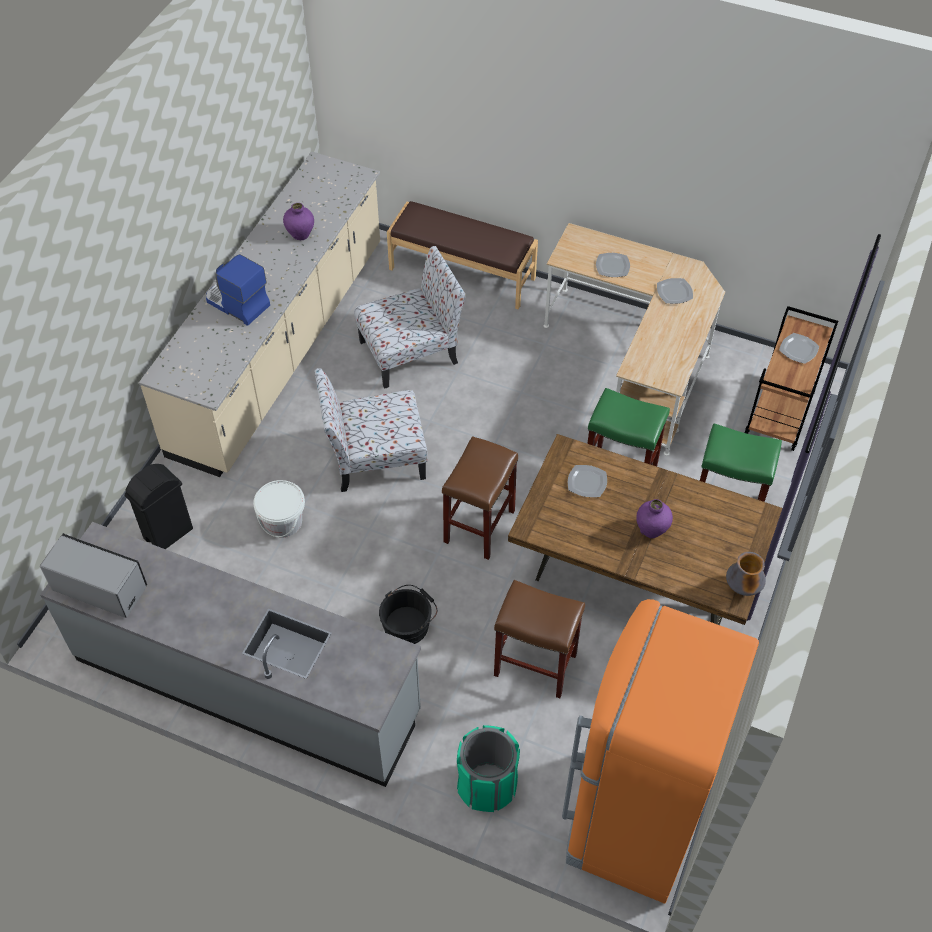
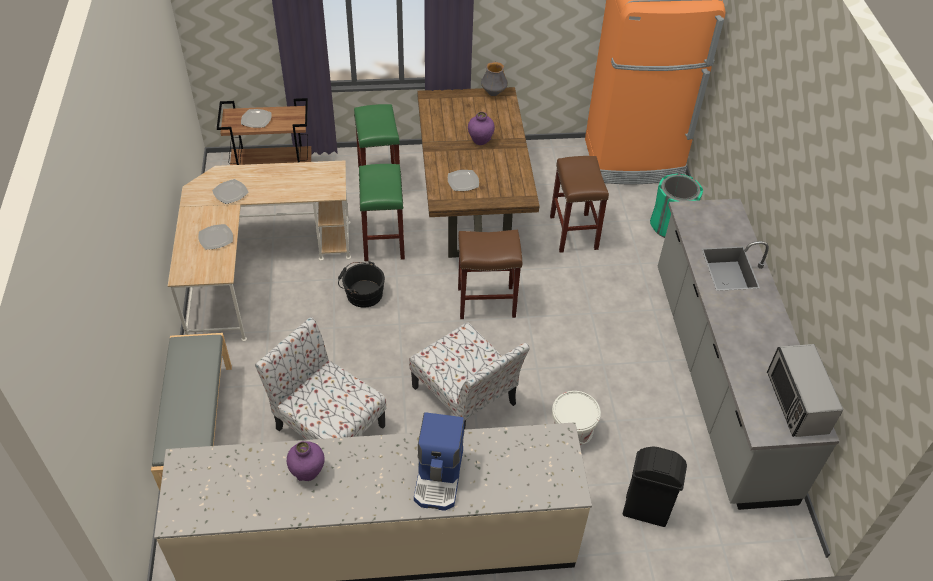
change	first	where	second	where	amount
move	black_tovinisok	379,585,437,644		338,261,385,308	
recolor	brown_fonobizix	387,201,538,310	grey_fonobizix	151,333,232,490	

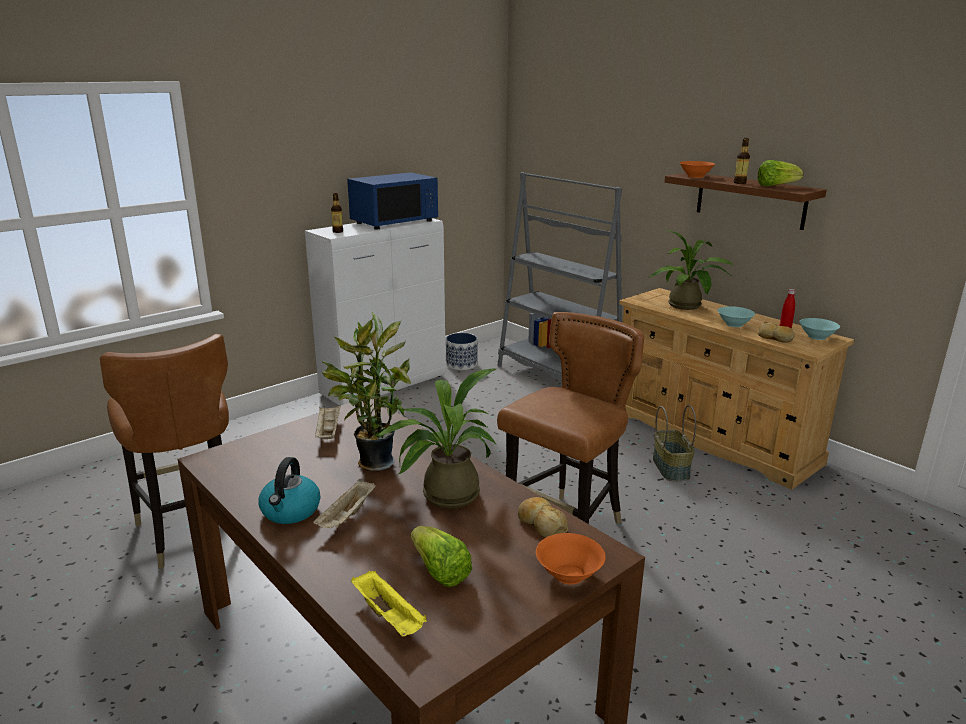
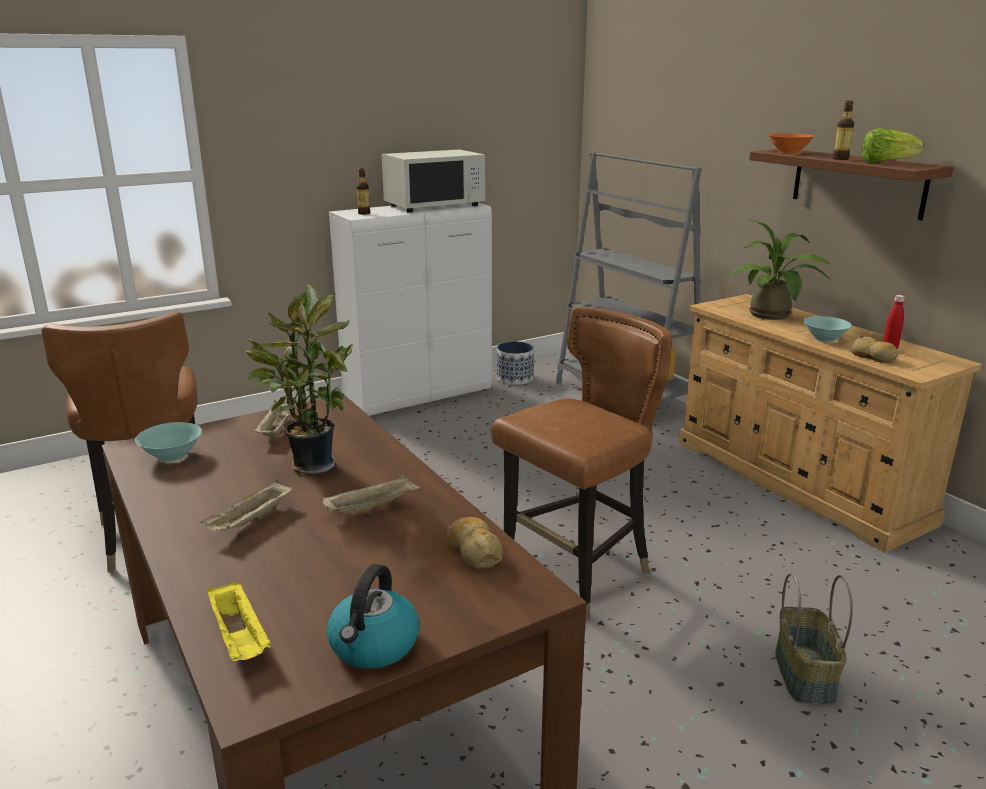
change	first	where	second	where	amount
delete	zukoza	411,526,472,587			
delete	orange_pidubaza	536,533,605,585			
move	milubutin	259,457,320,524		327,564,419,669	
move	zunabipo	653,405,696,481		775,573,853,705	
move	turquoise_pidubaza	799,318,840,340		135,422,202,462	
replace	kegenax	376,369,496,508	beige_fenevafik	322,474,420,516	
recolor	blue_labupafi	347,172,438,230	white_labupafi	381,149,485,213	

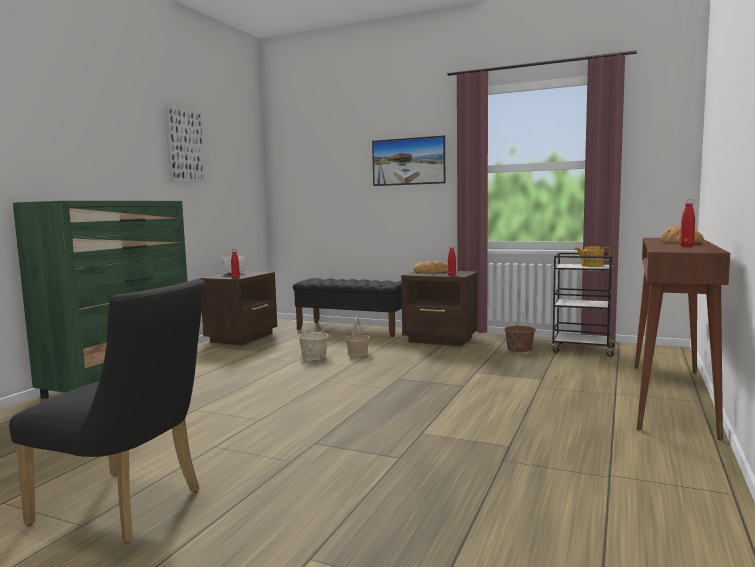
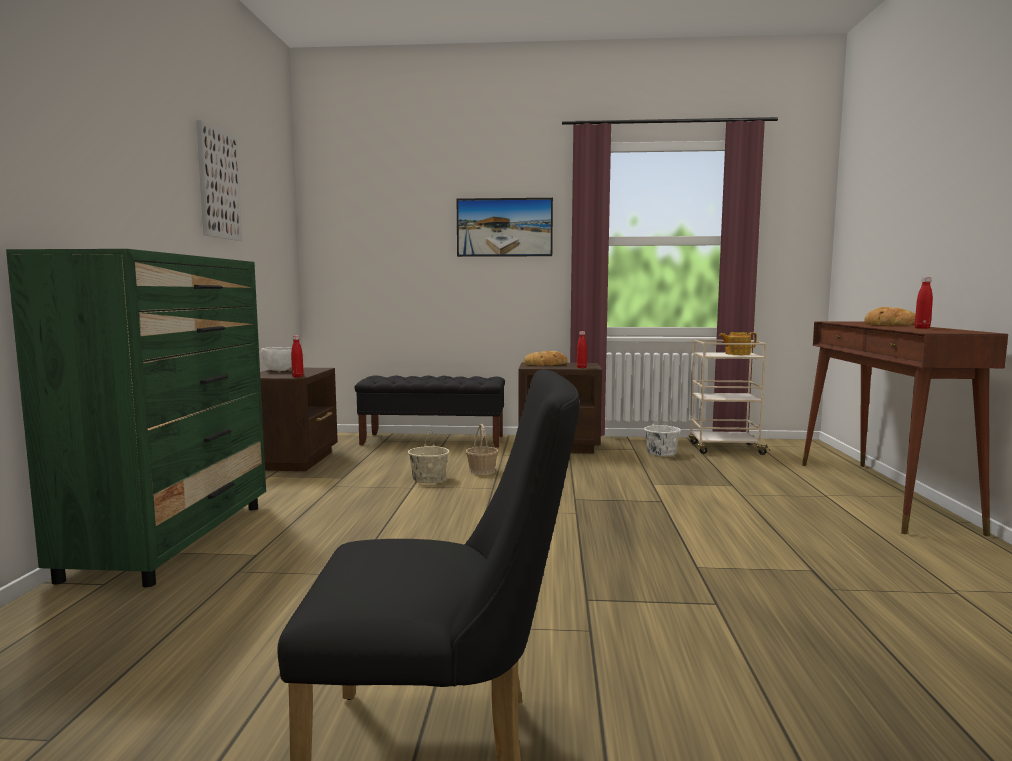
change	first	where	second	where	amount
recolor	brown_tovinisok	504,313,536,352	white_tovinisok	644,410,681,456	
recolor	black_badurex	551,253,618,357	beige_badurex	688,340,770,455	

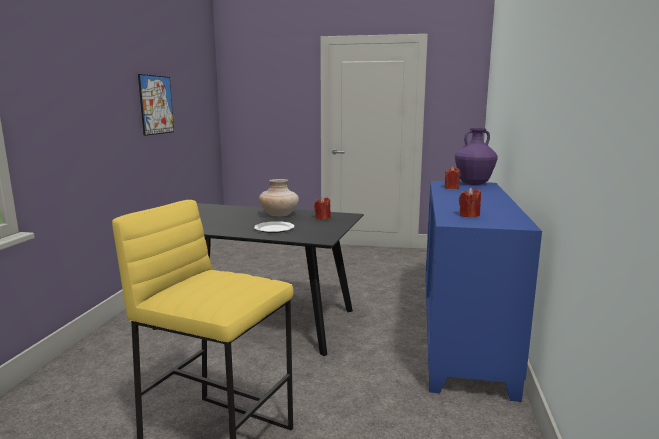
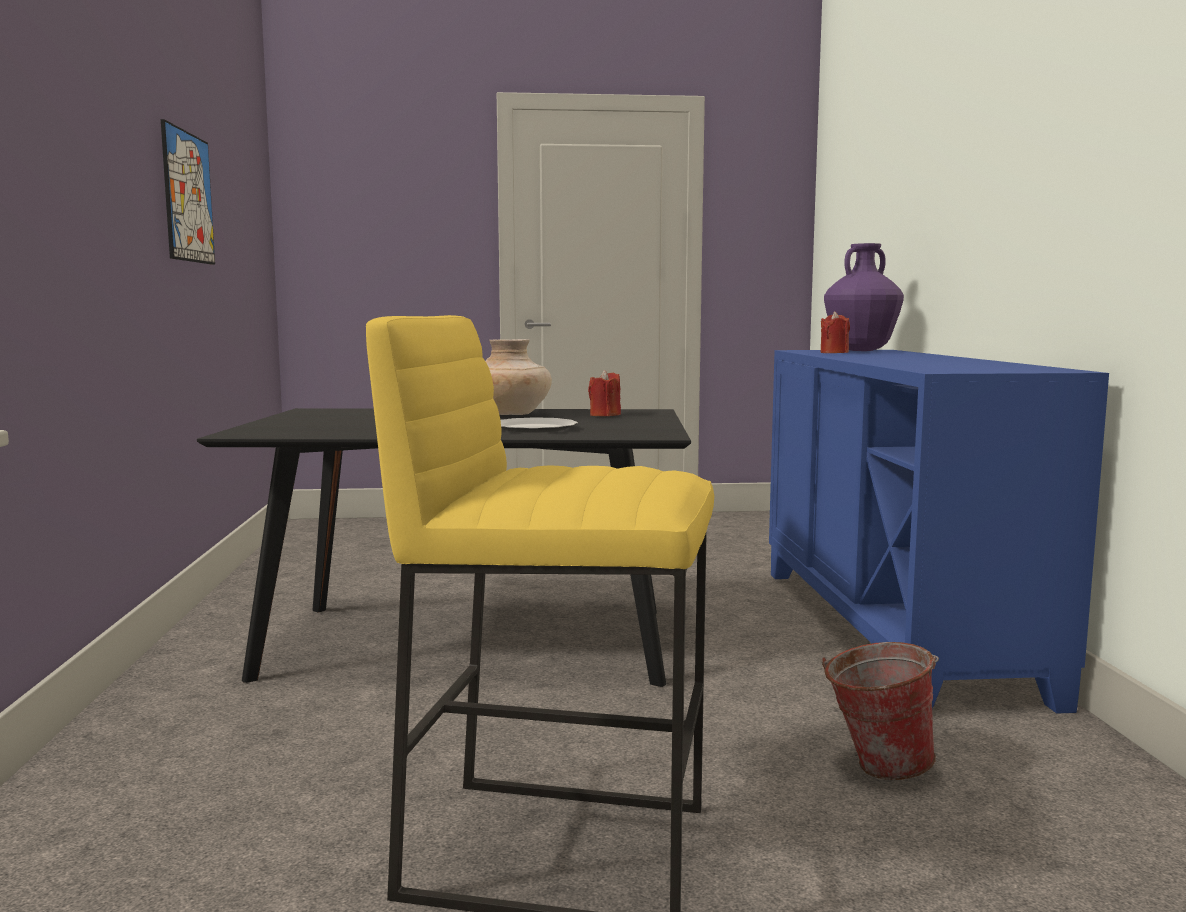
change	first	where	second	where	amount
delete	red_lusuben	459,188,481,217			
insert			tovinisok	822,642,939,780	

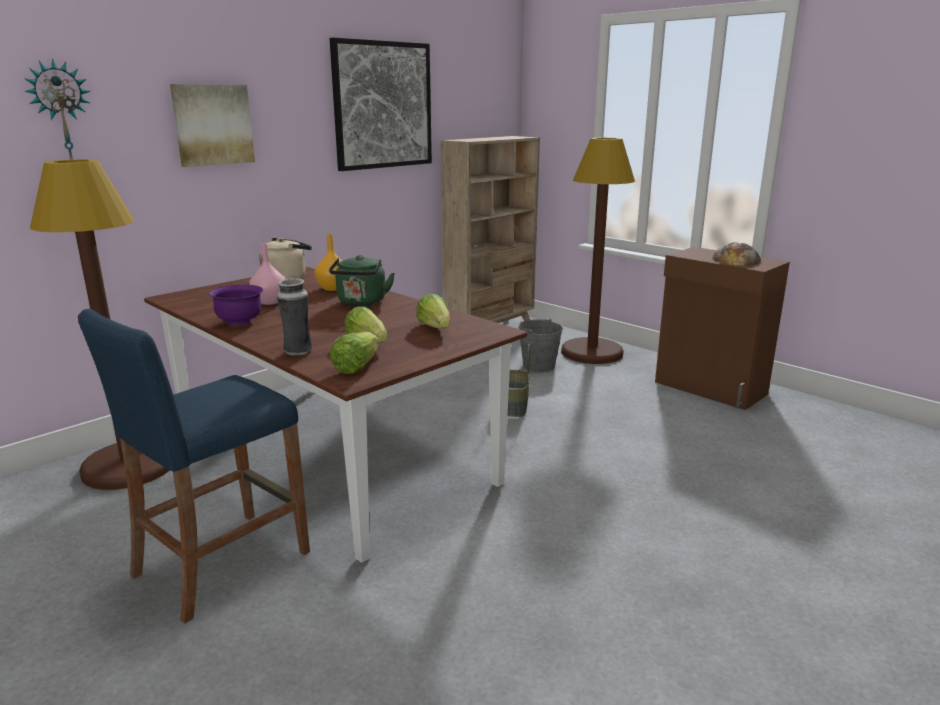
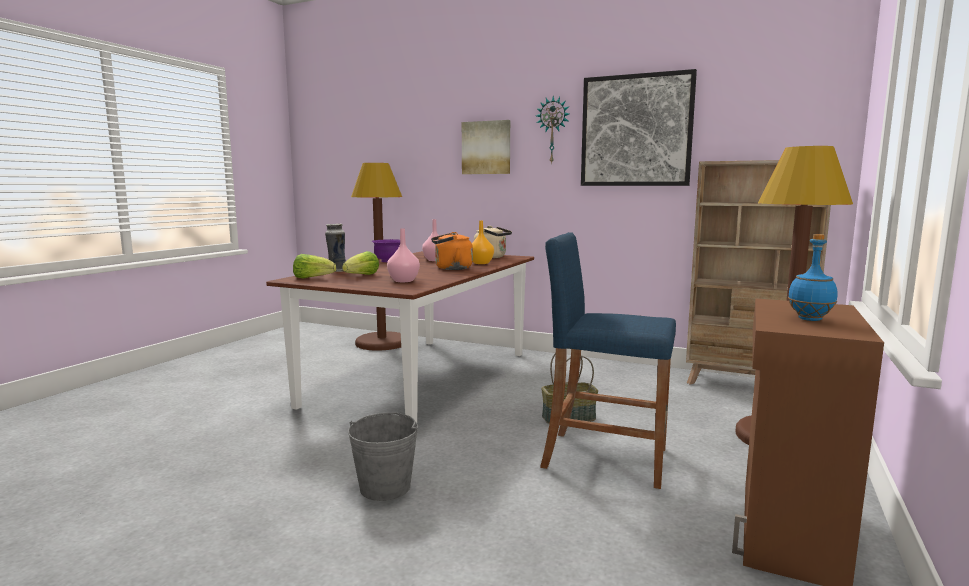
change	first	where	second	where	amount
move	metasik	24,58,91,160		536,96,569,164	
move	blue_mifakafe	78,309,310,624		540,232,676,489	
move	grey_tovinisok	518,319,563,371		348,412,418,501	
replace	zukoza	416,294,450,329	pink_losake	387,228,420,282	
replace	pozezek	712,242,761,266	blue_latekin	788,234,838,321	
recolor	green_milubutin	329,255,395,306	orange_milubutin	431,232,473,270	

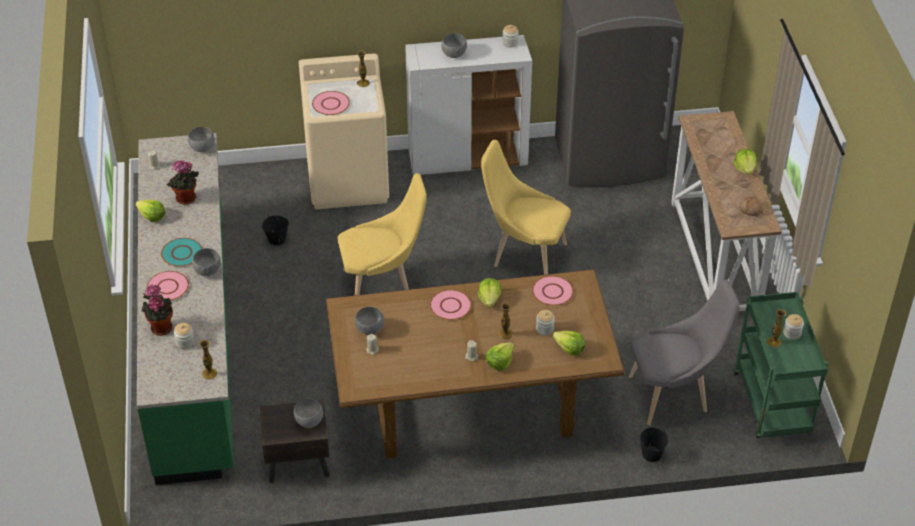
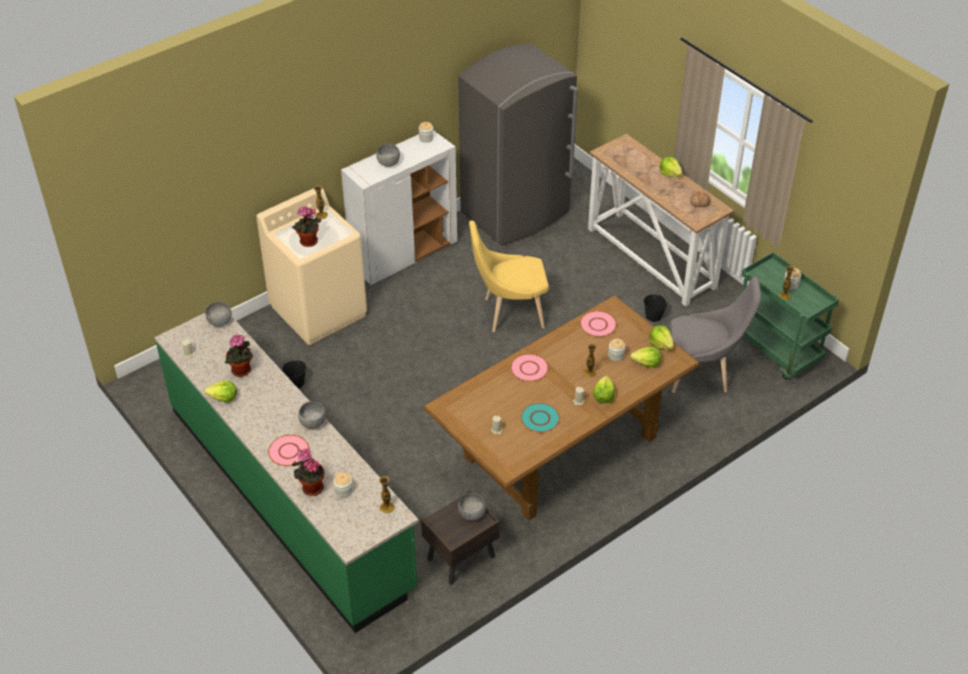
change	first	where	second	where	amount
delete	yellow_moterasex	338,173,427,295			
delete	grey_pidubaza	355,307,384,335			
move	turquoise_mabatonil	161,238,202,267		521,403,560,432	
move	zukoza	478,278,501,307		649,325,674,350	
move	black_tovinisok	640,427,668,462		644,291,667,322	
replace	pink_mabatonil	312,91,350,115	kegenax	292,206,321,247	
rotate	grey_moterasex	629,279,740,425		670,277,761,393	45 degrees clockwise

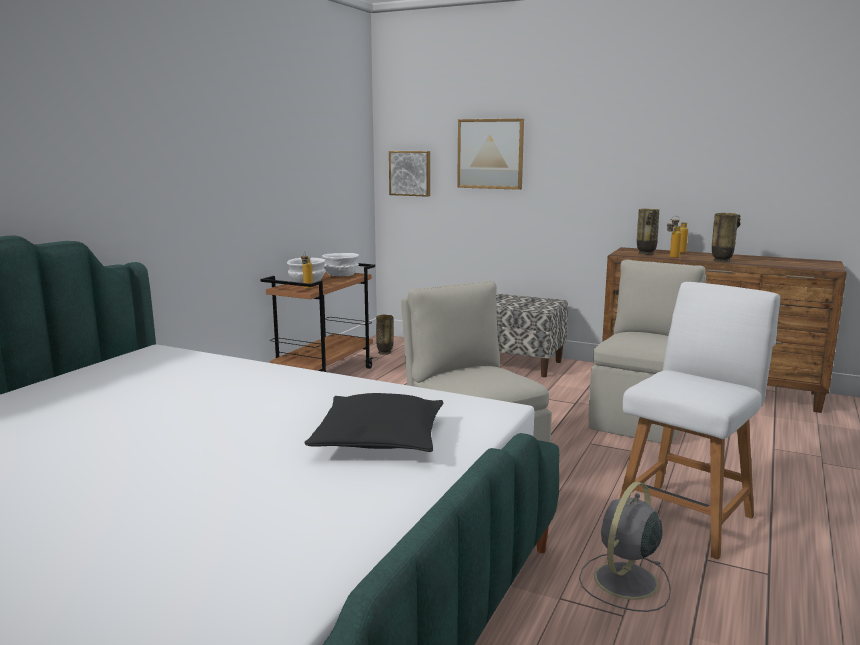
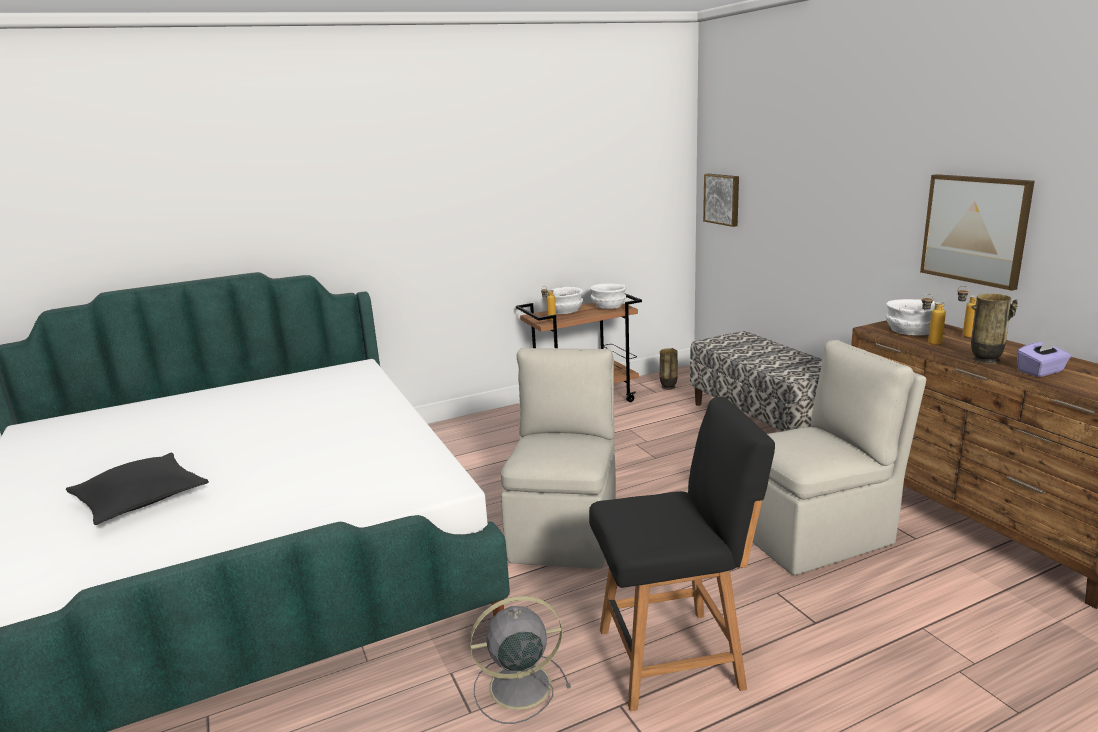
change	first	where	second	where	amount
insert			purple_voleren	1017,339,1071,377	
move	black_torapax	304,393,443,452		66,453,209,525	
move	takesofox	457,119,524,190		920,174,1035,291	
replace	losake	637,209,659,255	white_pidubaza	885,299,935,335	
recolor	white_moterasex	619,282,780,560	black_moterasex	589,397,775,711	

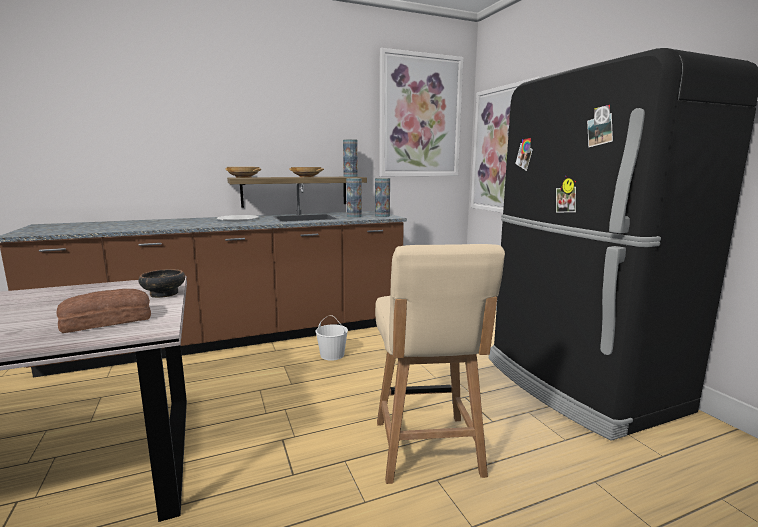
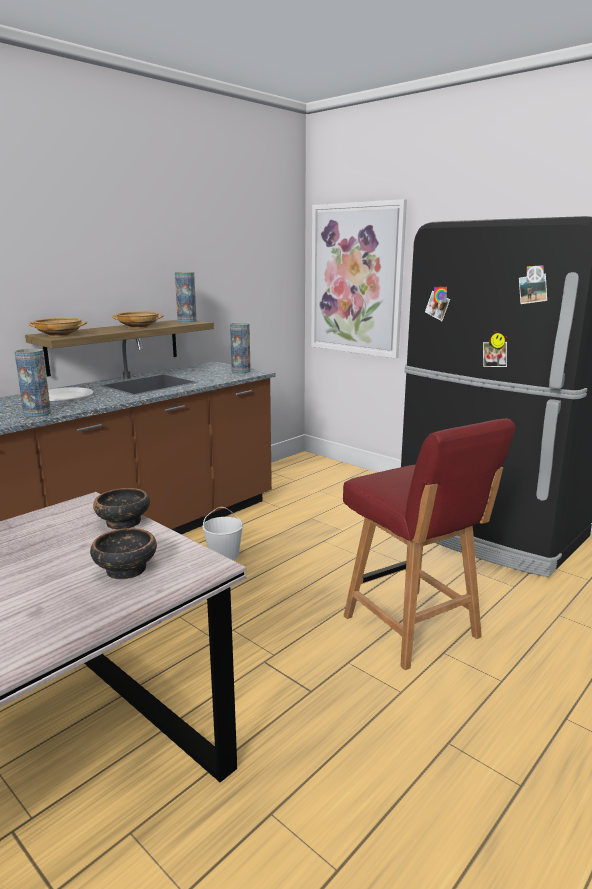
change	first	where	second	where	amount
delete	takesofox	379,48,463,176			
move	losake	346,178,362,218		14,348,51,417	
replace	pozezek	56,289,151,333	pidubaza	90,528,157,579	
recolor	beige_moterasex	375,244,505,484	red_moterasex	343,419,516,670	

